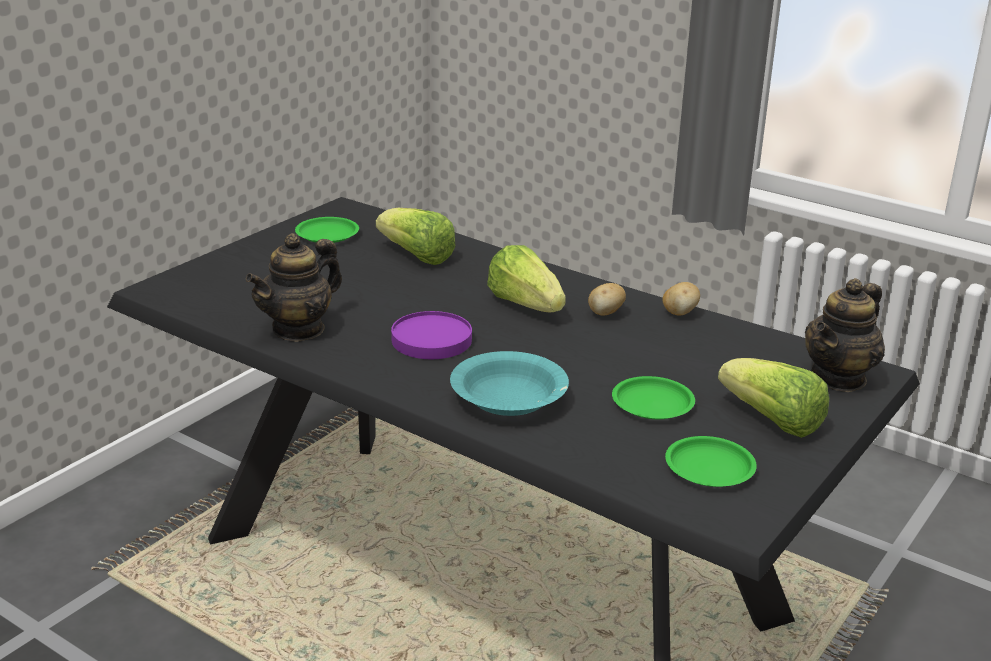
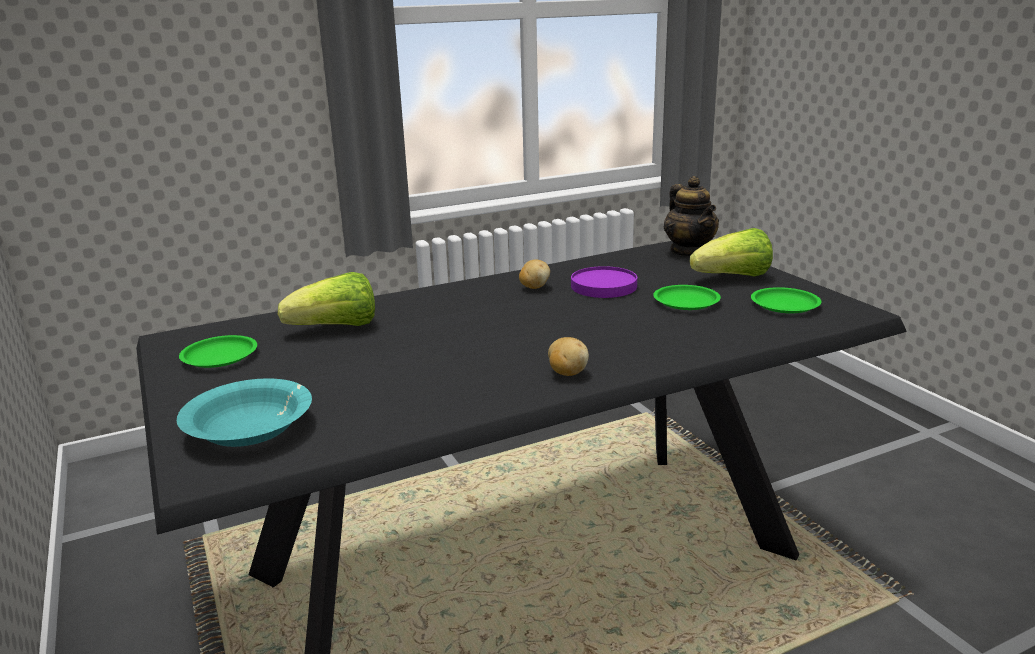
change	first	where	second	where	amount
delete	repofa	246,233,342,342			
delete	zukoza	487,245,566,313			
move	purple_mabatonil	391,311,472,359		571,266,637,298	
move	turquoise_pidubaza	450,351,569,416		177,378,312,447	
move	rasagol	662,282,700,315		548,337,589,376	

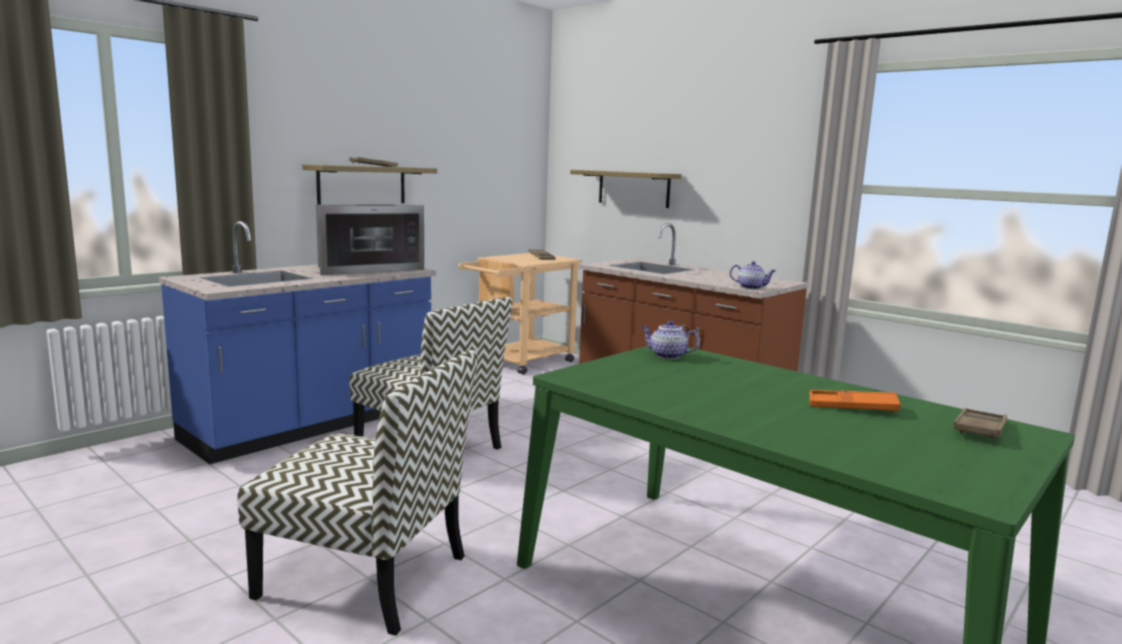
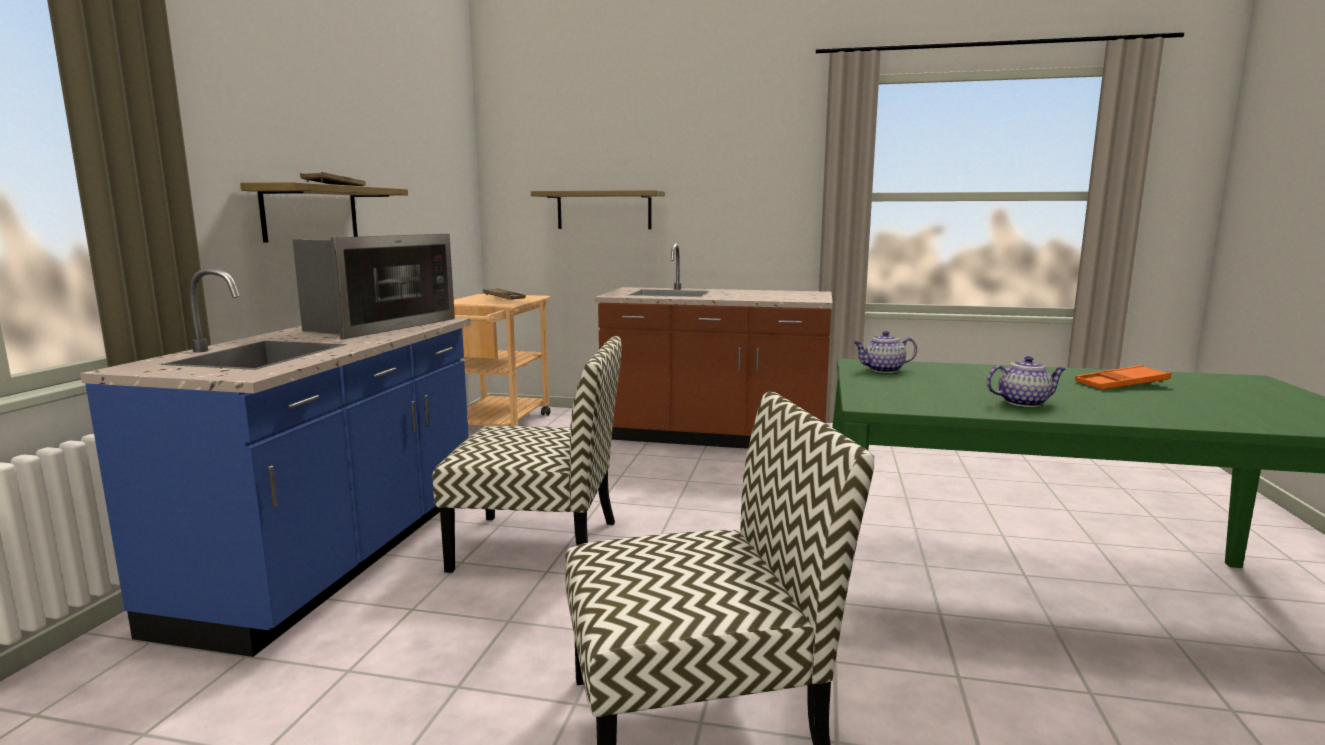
change	first	where	second	where	amount
delete	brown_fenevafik	953,408,1007,440			
move	repofa	730,261,776,289		986,356,1066,407	

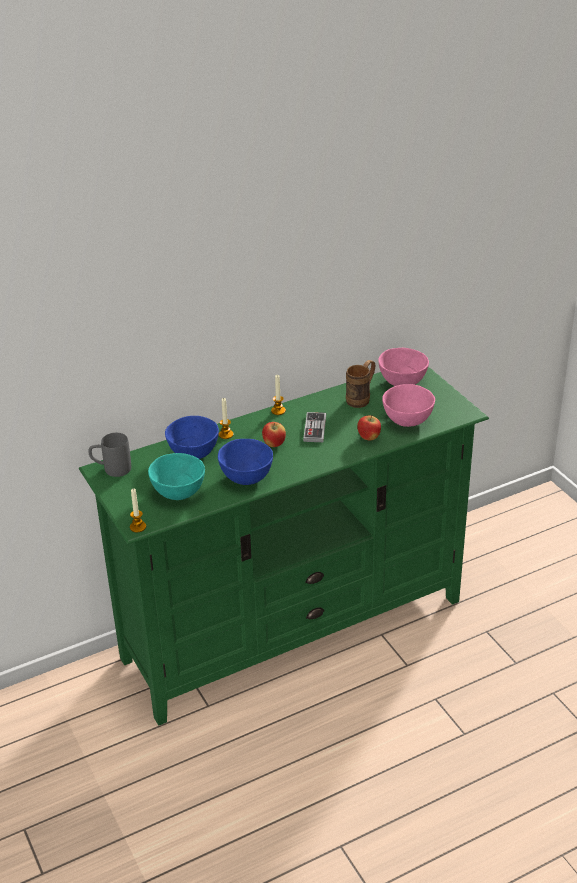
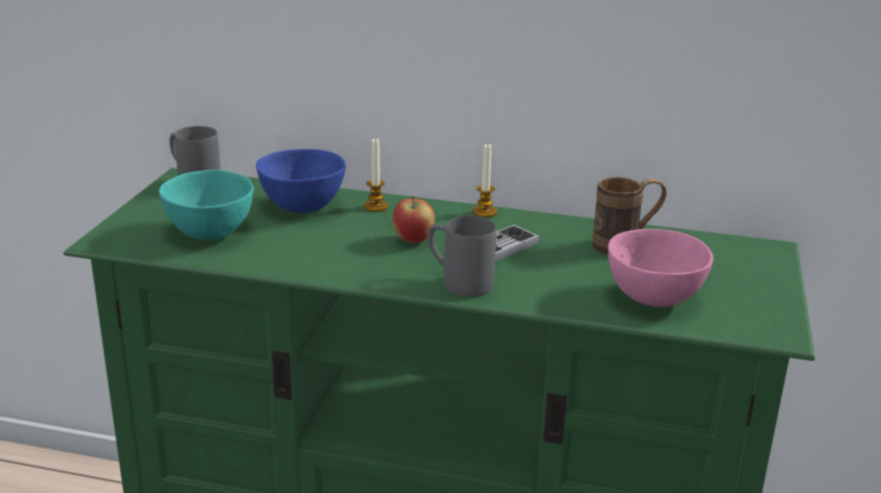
change	first	where	second	where	amount
delete	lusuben	130,488,146,532			
delete	blue_pidubaza	218,439,273,485			
delete	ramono	357,415,381,440			
delete	pink_pidubaza	378,348,429,386			
insert			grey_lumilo	428,216,496,297	

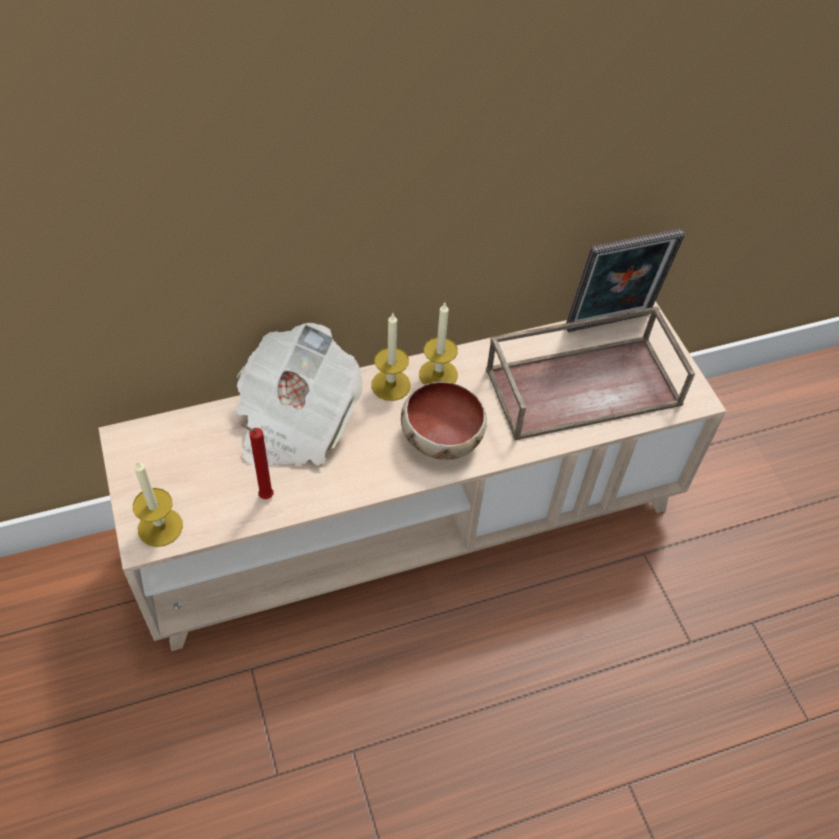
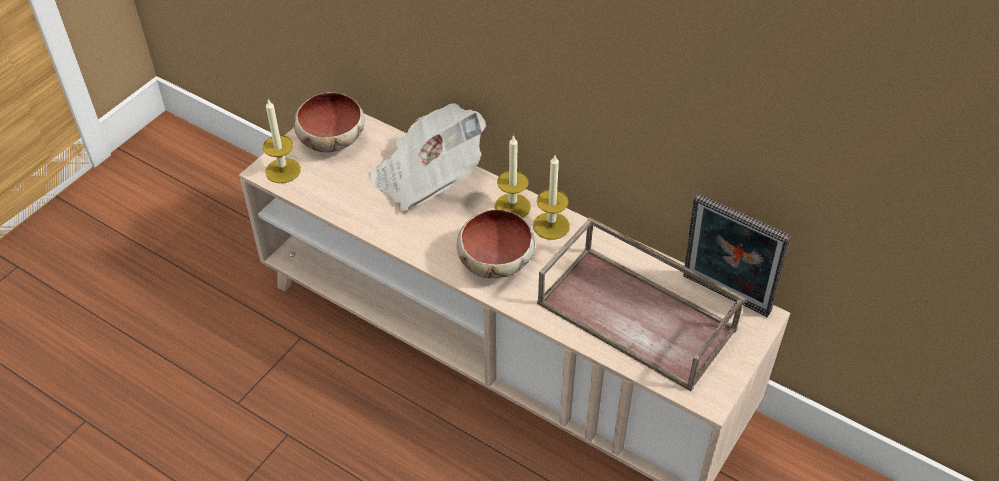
change	first	where	second	where	amount
delete	red_lusuben	240,424,274,499			
insert			pidubaza	294,92,365,153	

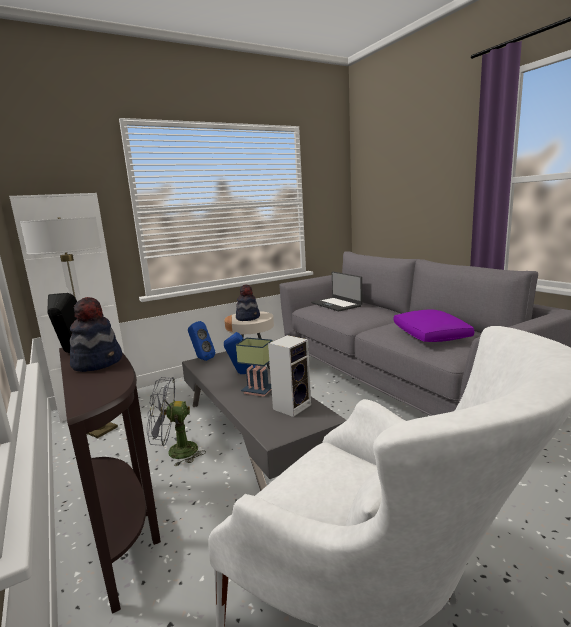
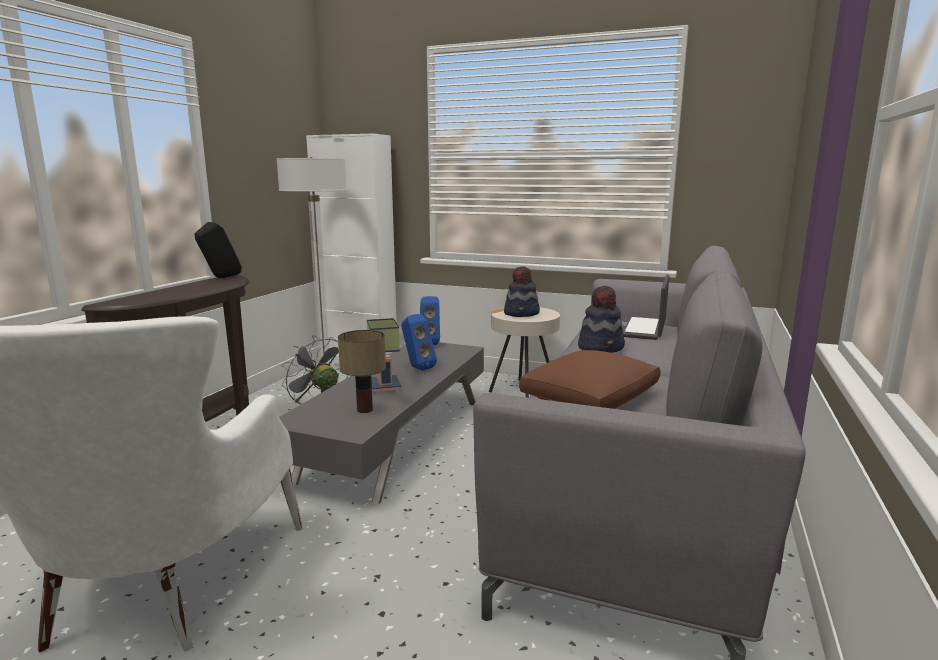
change	first	where	second	where	amount
move	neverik	70,297,122,372		578,286,625,353	
replace	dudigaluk	268,335,311,417	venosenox	338,330,386,413	
recolor	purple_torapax	394,309,474,342	brown_torapax	519,350,661,409	

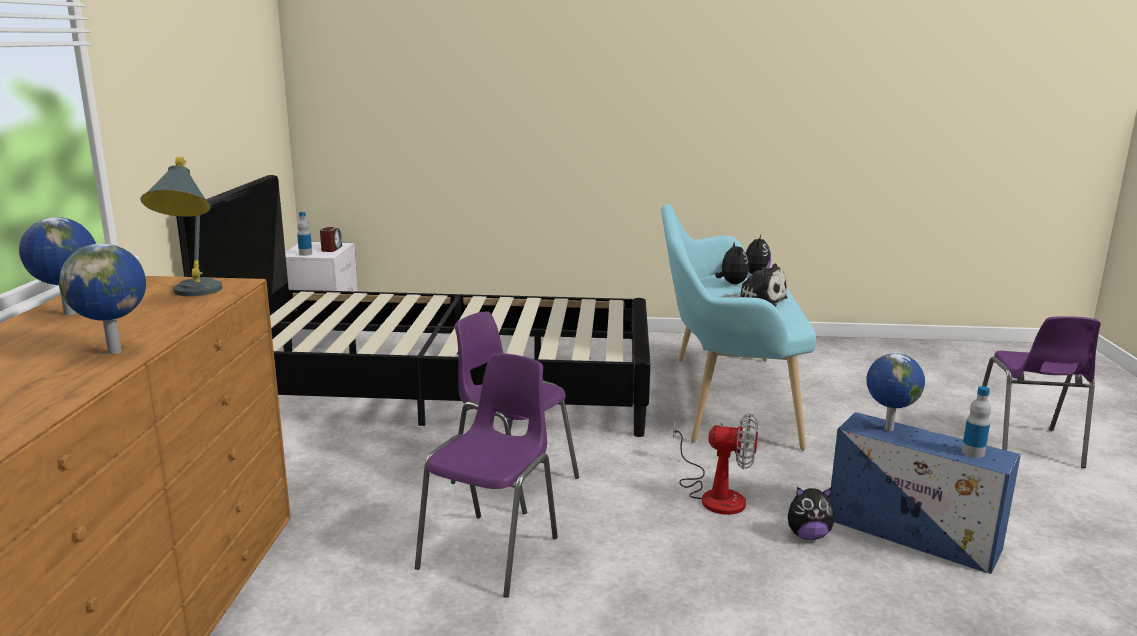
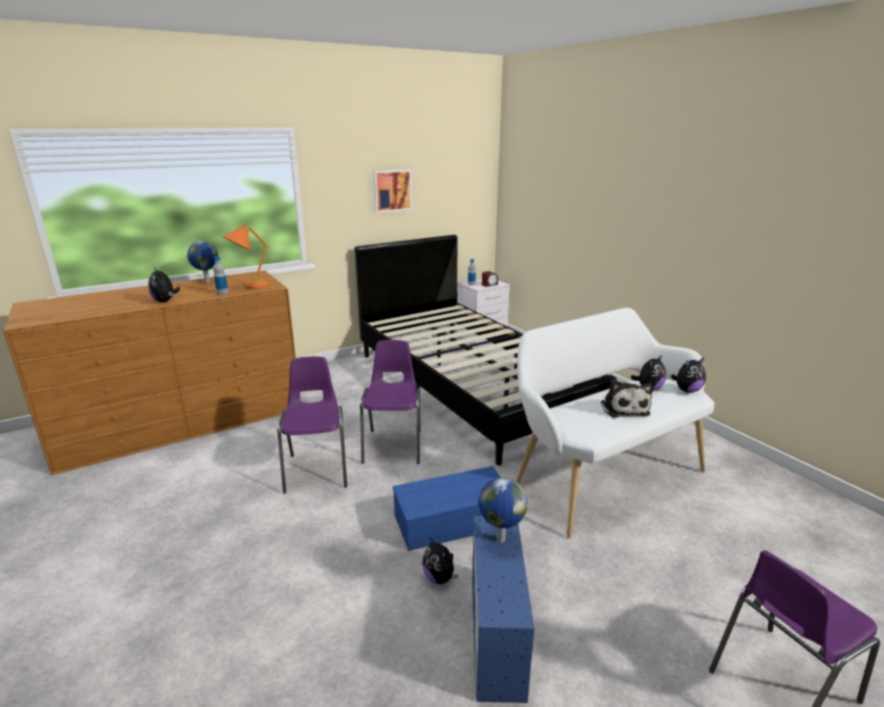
change	first	where	second	where	amount
insert			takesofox	373,169,412,213	
move	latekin	962,386,991,458		213,256,229,295	
replace	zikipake	59,244,146,354	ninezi	148,267,180,302	
replace	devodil	673,413,758,515	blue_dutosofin	393,466,501,551	
recolor	grey_venosenox	140,157,222,296	orange_venosenox	222,222,270,289	
recolor	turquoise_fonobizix	661,204,816,450	white_fonobizix	516,308,715,538	
rotate	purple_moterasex	415,353,558,598		277,356,347,494	90 degrees counterclockwise

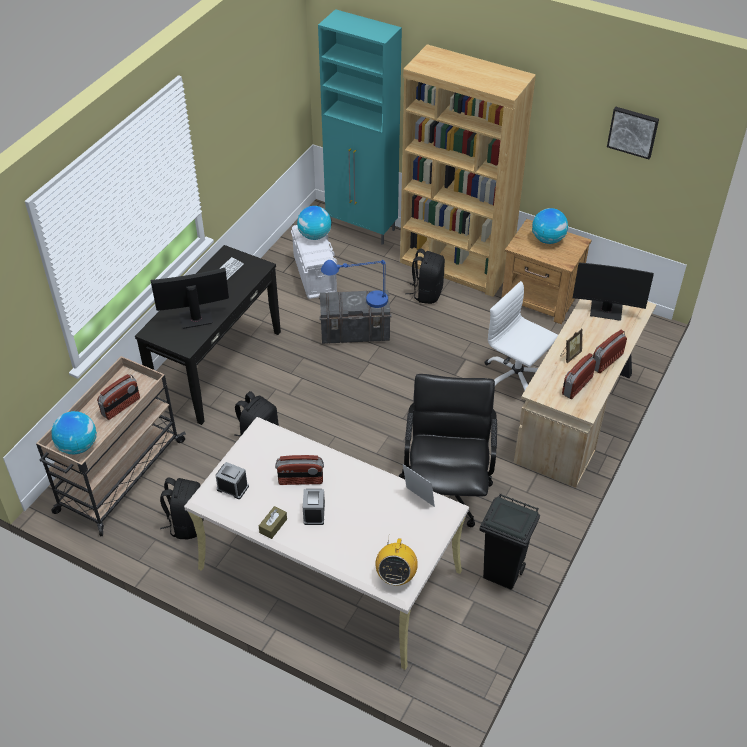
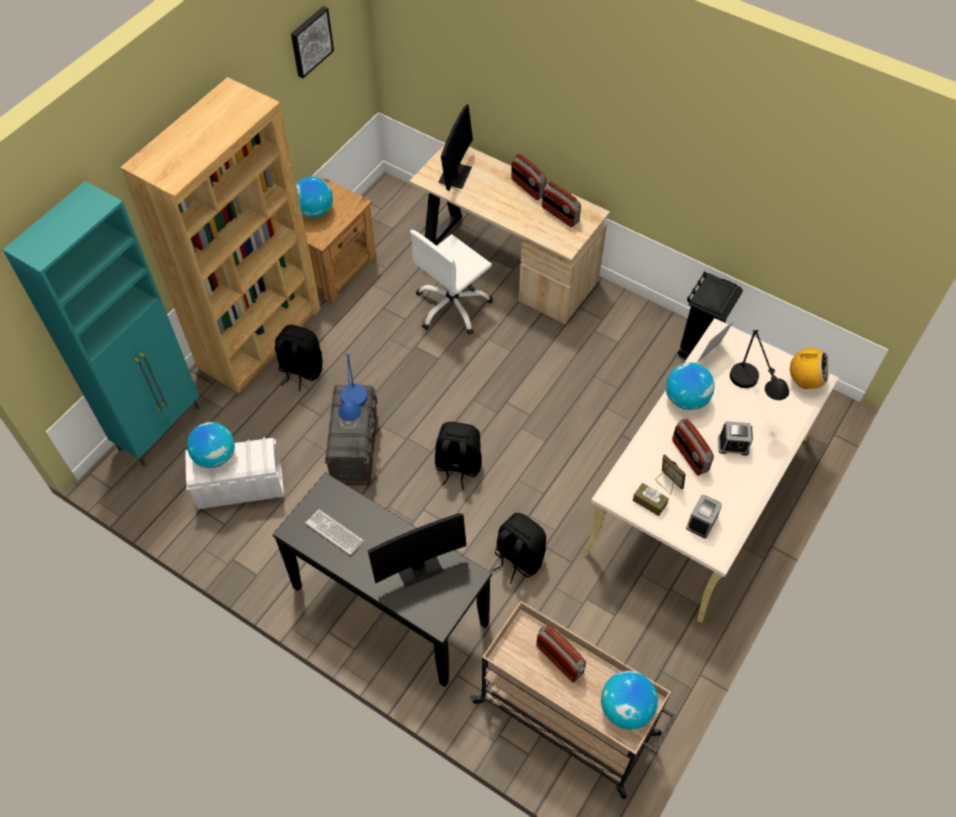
change	first	where	second	where	amount
delete	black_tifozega	399,374,497,527			
insert			zikipake	666,362,715,410	
insert			black_venosenox	730,330,789,400	
move	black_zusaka	160,477,204,539		435,422,482,490	
move	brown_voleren	259,506,287,539		633,483,669,516	
move	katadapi	560,329,582,363		655,454,685,495	
rotate	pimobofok	151,268,229,329		368,513,466,588	105 degrees counterclockwise
rotate	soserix	275,455,324,485		672,418,714,476	150 degrees clockwise

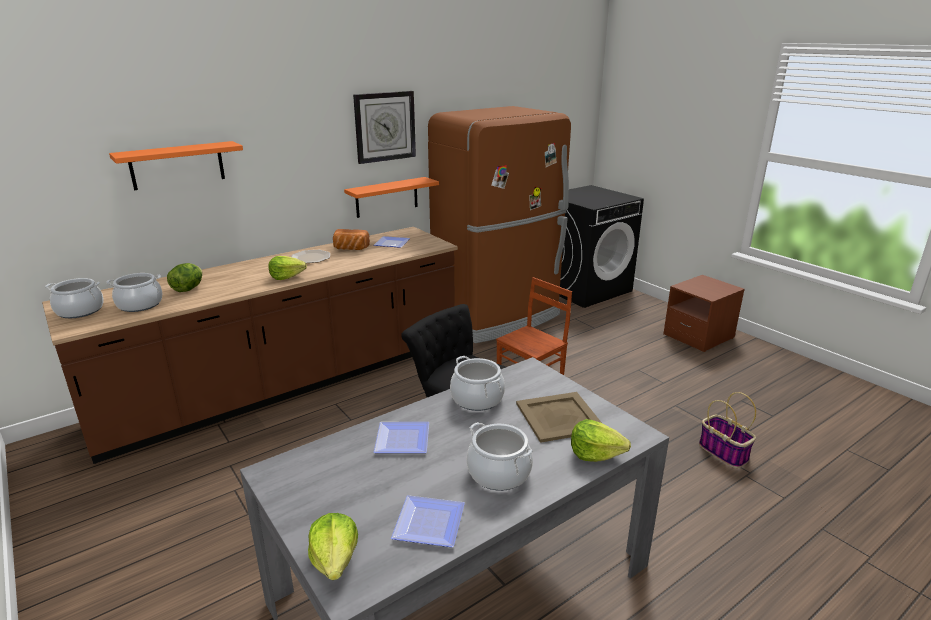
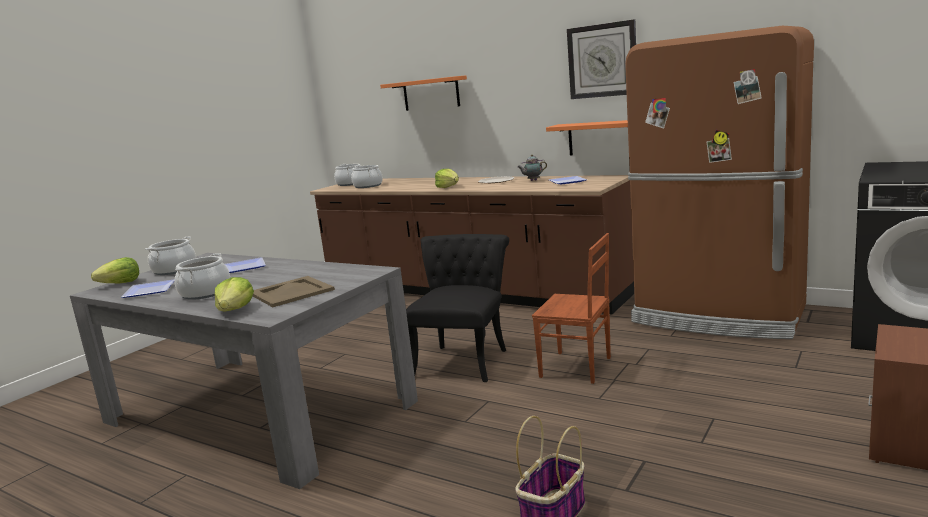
change	first	where	second	where	amount
delete	zukoza	167,263,203,292			
move	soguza	450,356,505,411		145,237,196,275	
replace	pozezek	333,229,370,250	repofa	517,154,547,181	

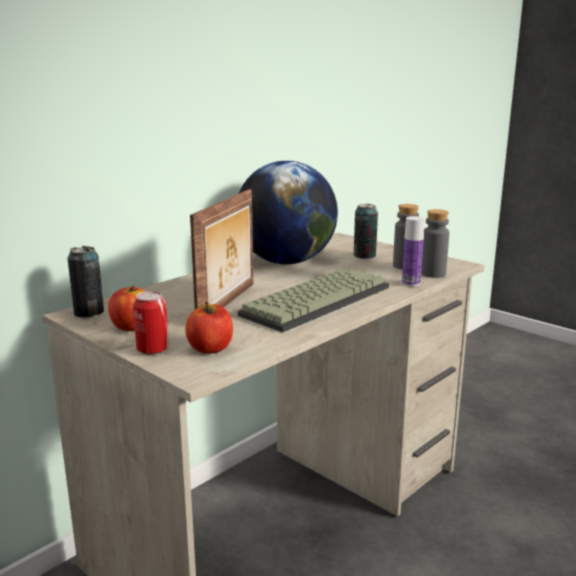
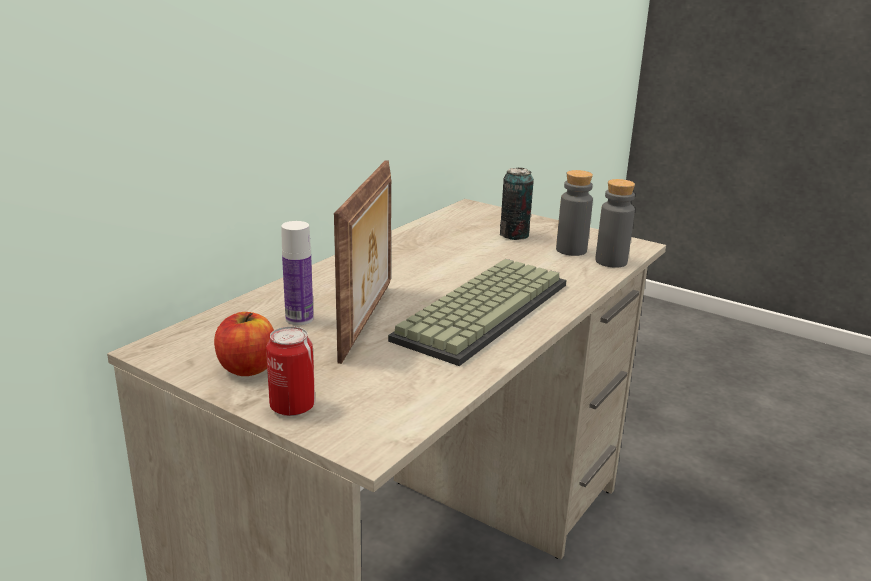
change	first	where	second	where	amount
delete	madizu	67,246,104,317			
delete	ramono	185,302,233,354			
delete	zikipake	239,161,338,264			
move	latekin	402,216,425,287		281,221,313,325	

